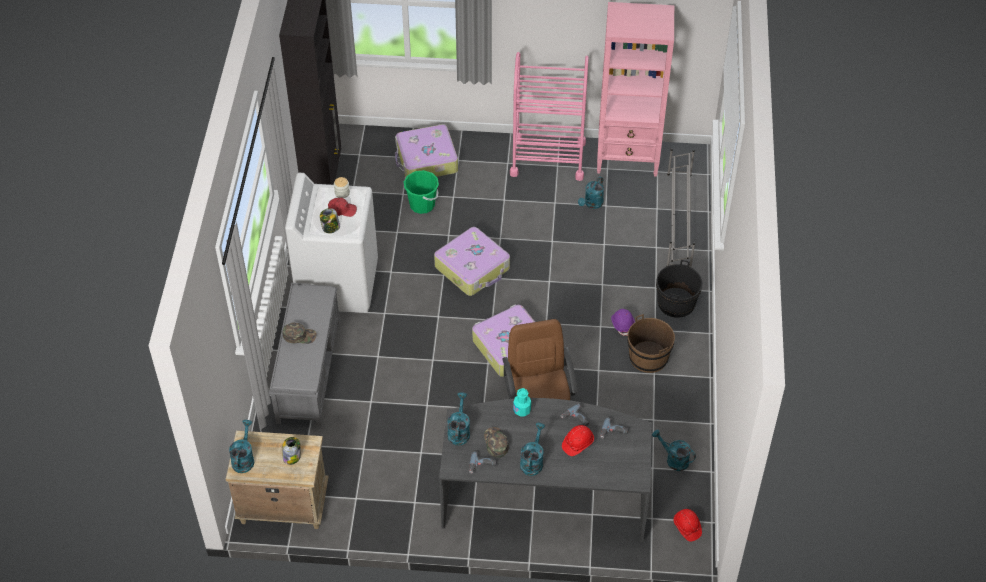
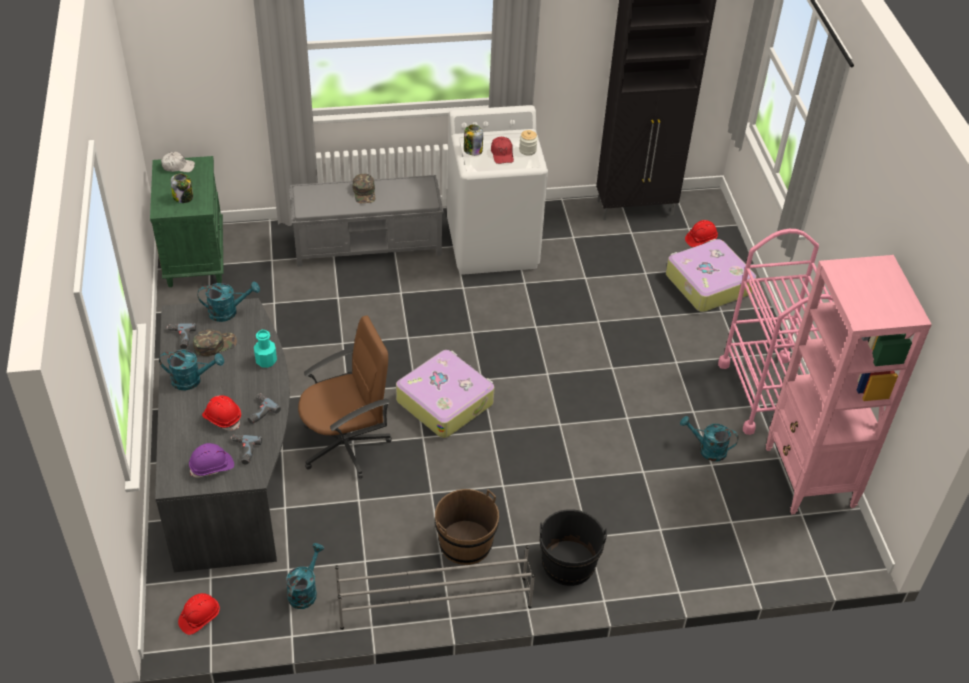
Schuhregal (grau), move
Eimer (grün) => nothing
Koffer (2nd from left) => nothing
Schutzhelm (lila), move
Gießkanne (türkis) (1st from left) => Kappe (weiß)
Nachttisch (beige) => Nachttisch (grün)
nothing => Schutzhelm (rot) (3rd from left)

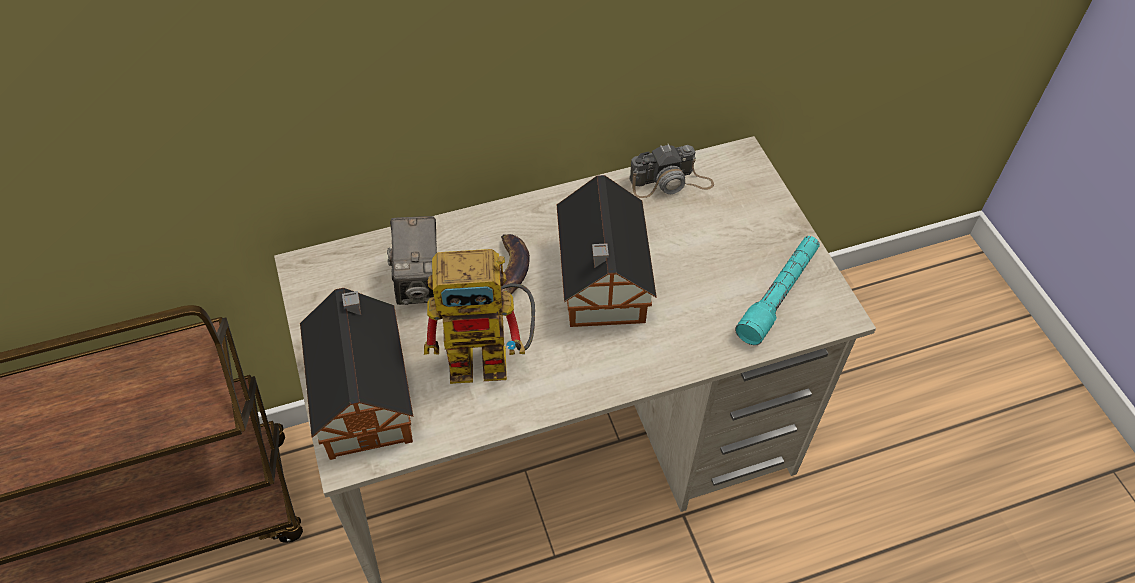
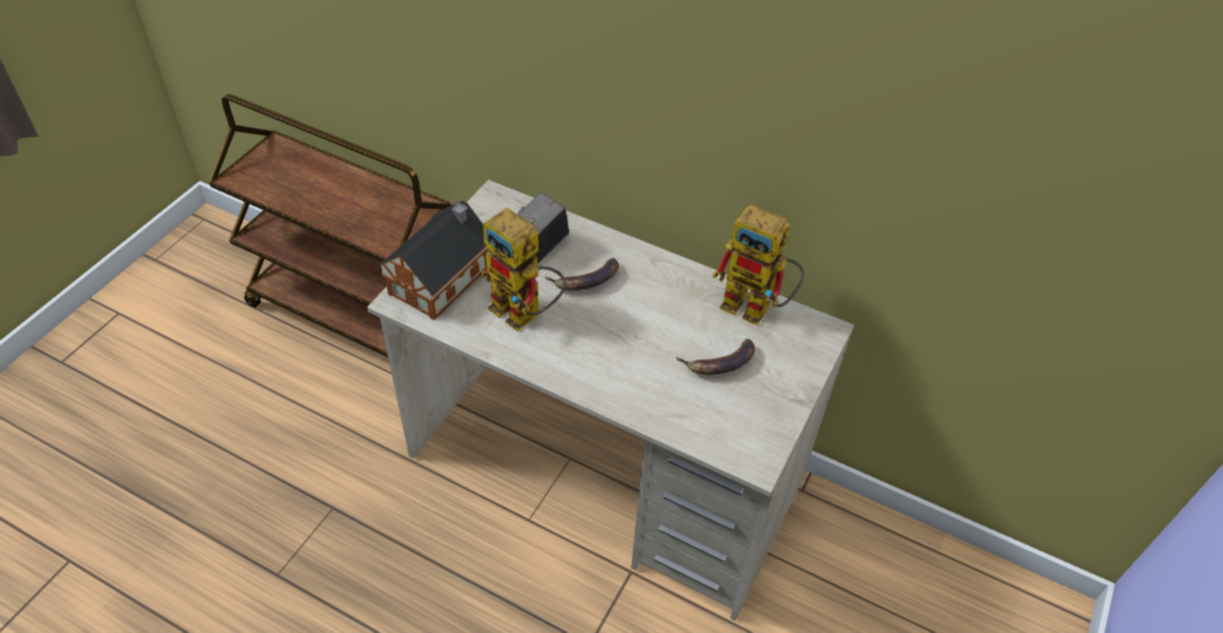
Kamera (2nd from left) => Spielzeugroboter (2nd from left)
Spielzeughaus (2nd from left) => nothing
Taschenlampe (türkis) => nothing
nothing => Banane (2nd from left)

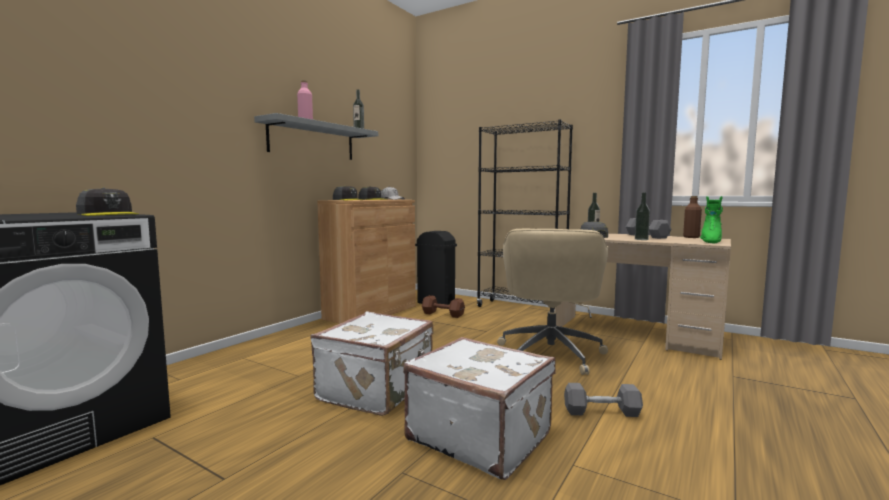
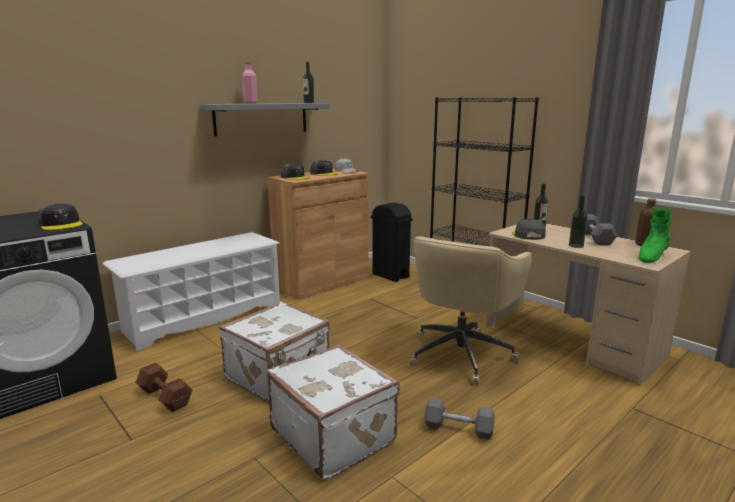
Hantel (braun), move
nothing => Schuhregal (weiß)

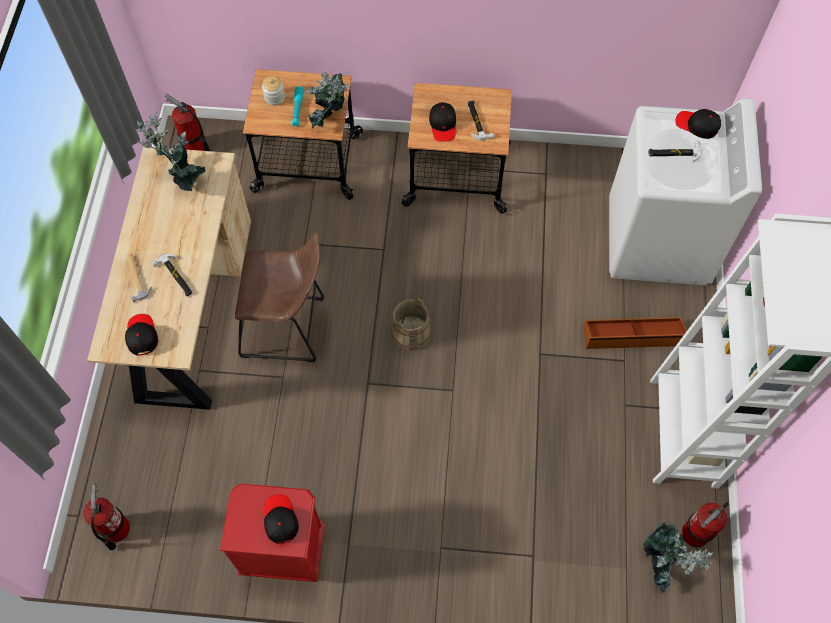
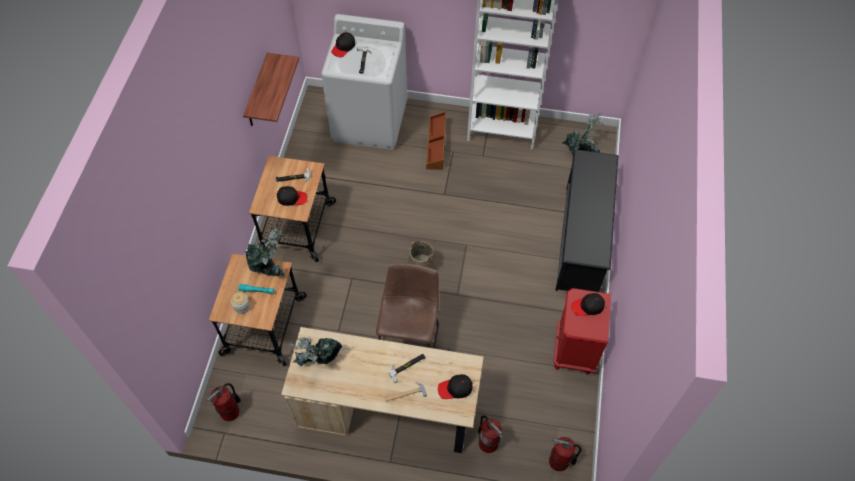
Feuerlöscher (3rd from left in the first image) => Feuerlöscher (2nd from left), move
nothing => Wandregal
nothing => Schuhregal (schwarz)

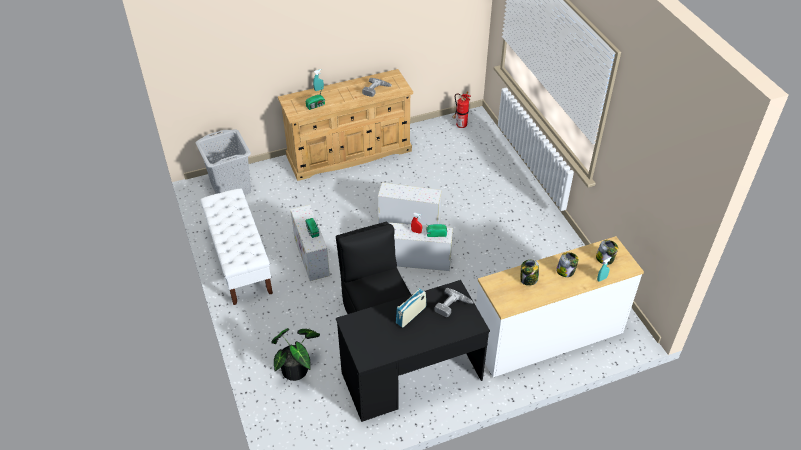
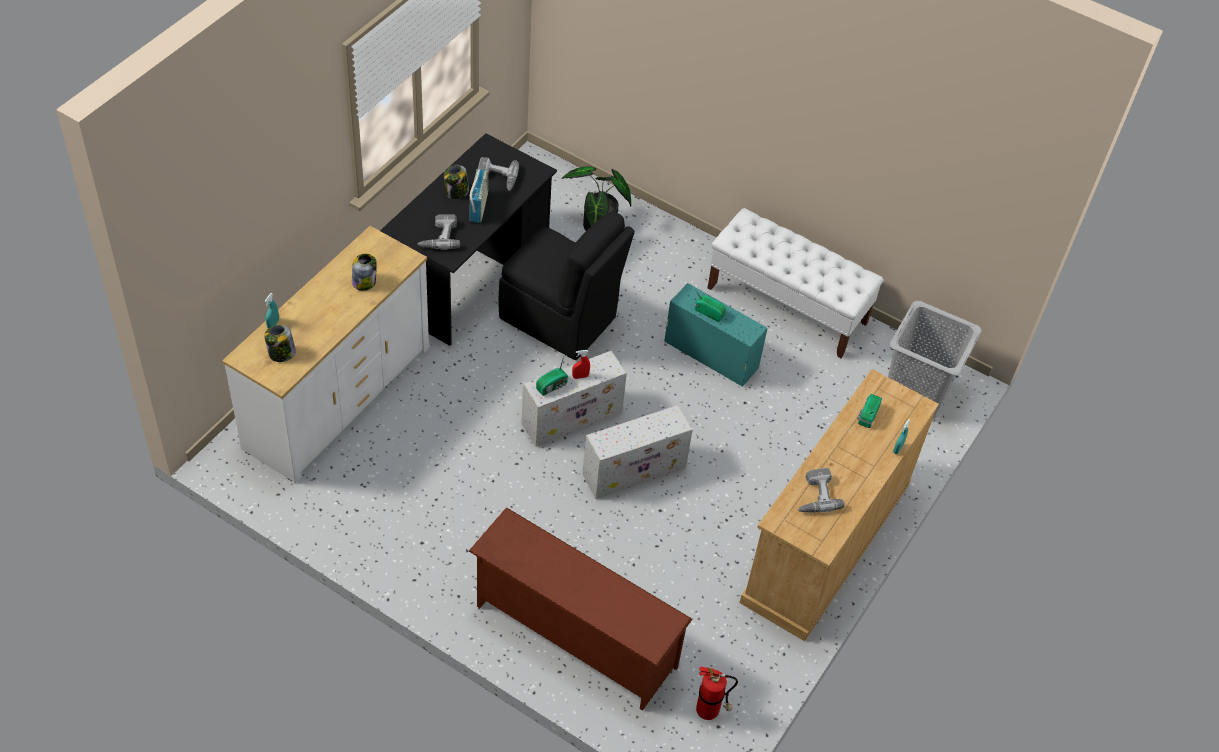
Aufbewahrungsbox (weiß) (1st from left) => Aufbewahrungsbox (türkis)
Vorratsglas (2nd from left in the first image) => Vorratsglas (3rd from left), move
nothing => Bohrmaschine (2nd from left)
nothing => Schuhregal (braun)

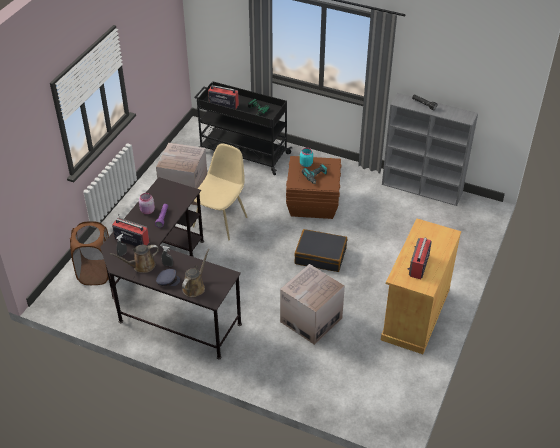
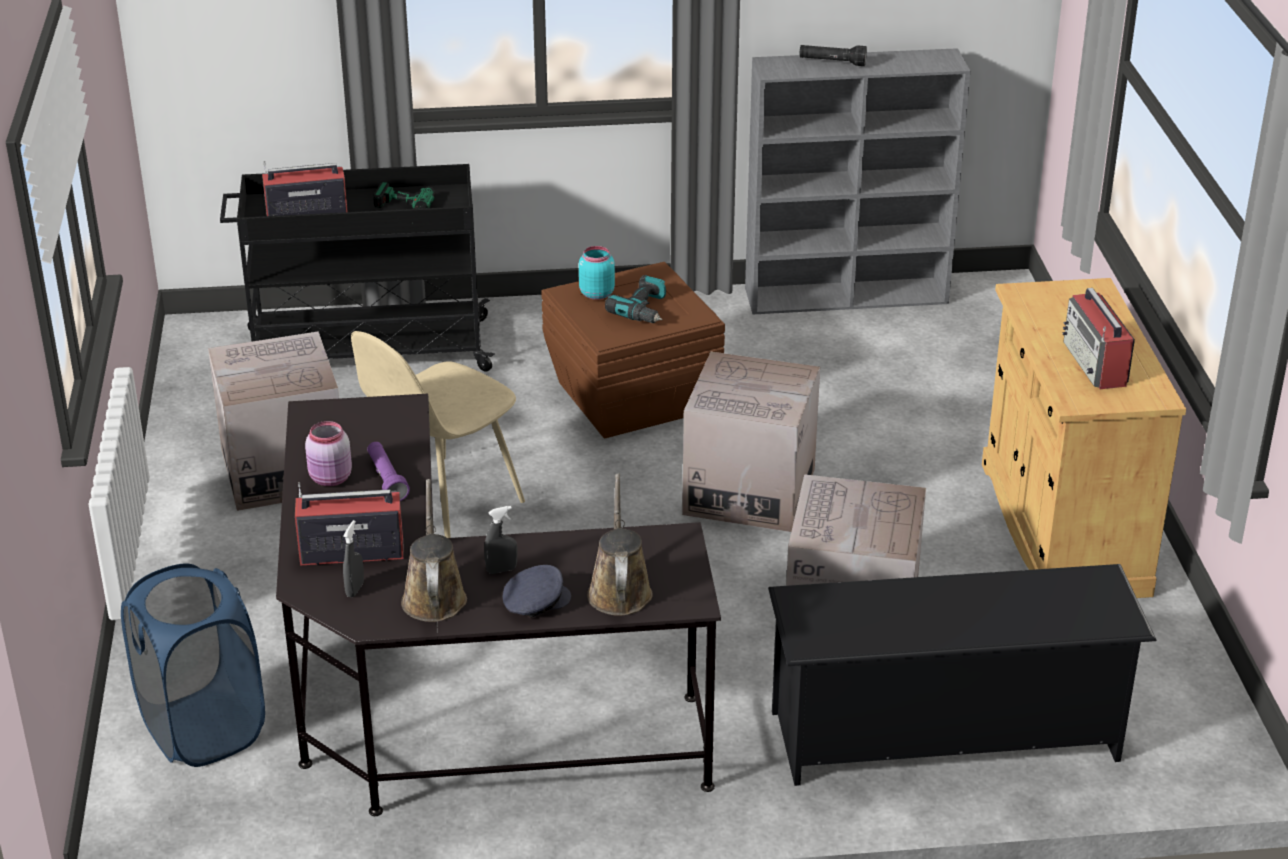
Stuhl (beige), 135 degrees counterclockwise
Wäschekorb (braun) => Wäschekorb (blau)
Koffer (schwarz) => Karton (2nd from left)
Gießkanne (braun) (1st from left), 135 degrees clockwise
nothing => Schuhregal (schwarz)

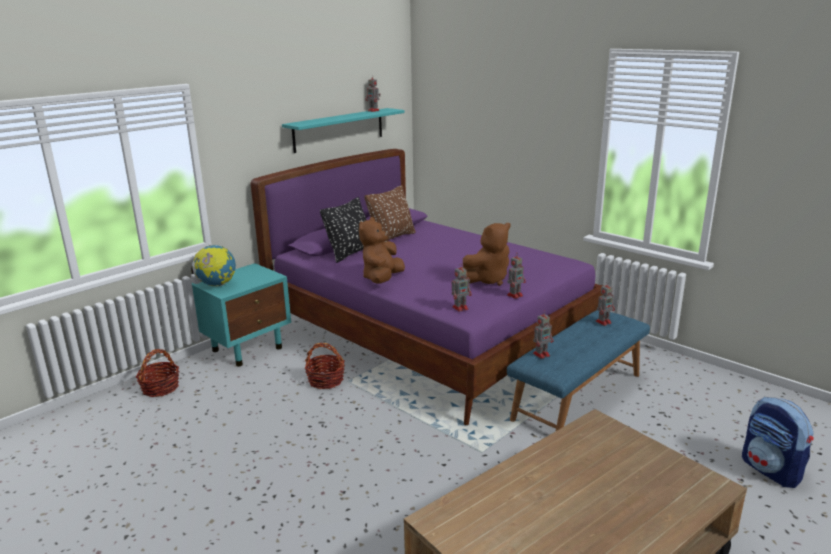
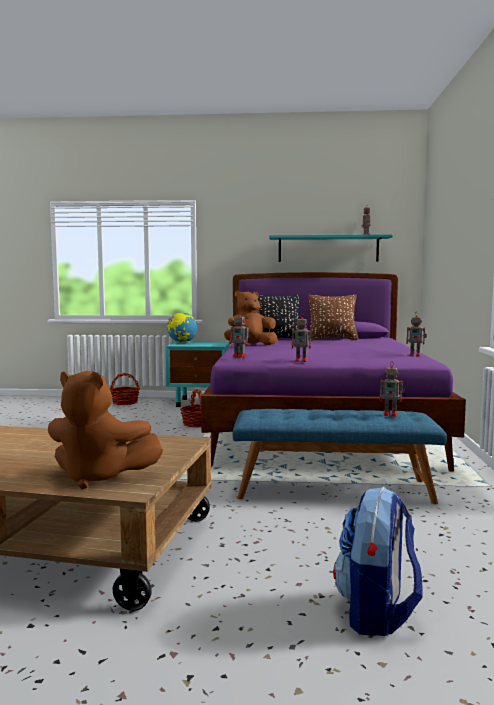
Plüschtier (braun) (2nd from left in the first image) => Plüschtier (braun) (1st from left), move
Spielzeugroboter (4th from left in the first image) => Spielzeugroboter (5th from left), move

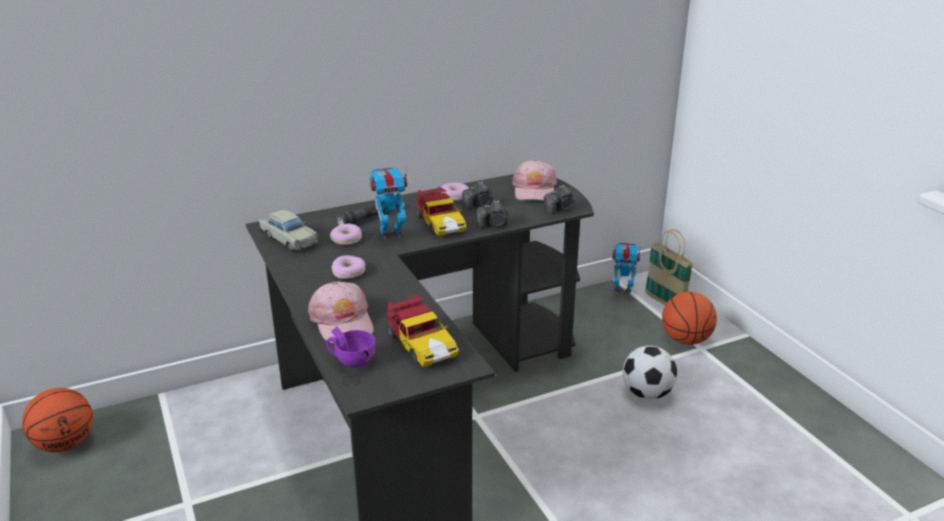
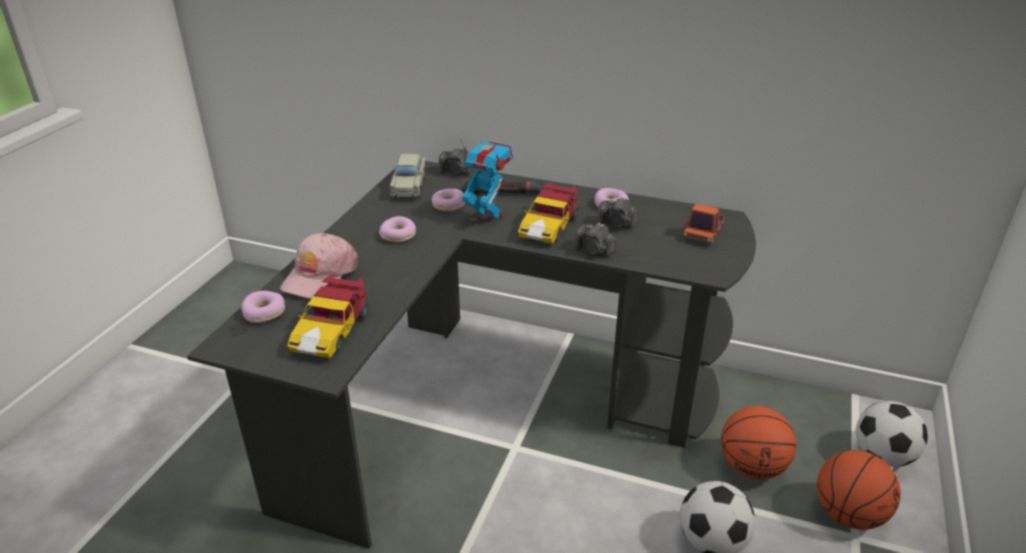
Kappe (rosa) (2nd from left) => Spielzeuglaster
Kamera (3rd from left in the first image) => Kamera (1st from left), move
Korb => Fußball (2nd from left)
Spielzeugroboter (2nd from left) => nothing
Tasse (lila) => Donut (1st from left)
Basketball (1st from left), move

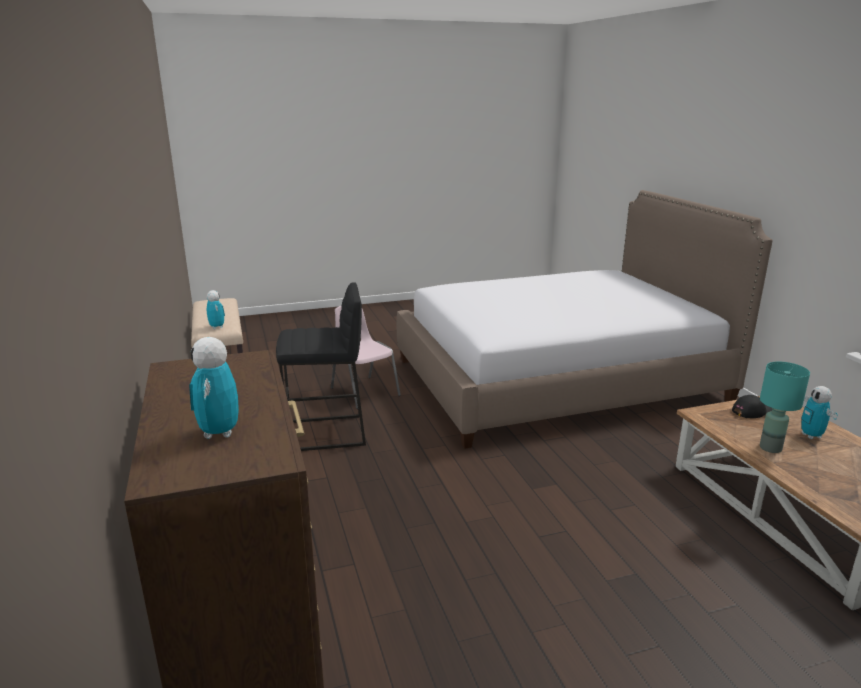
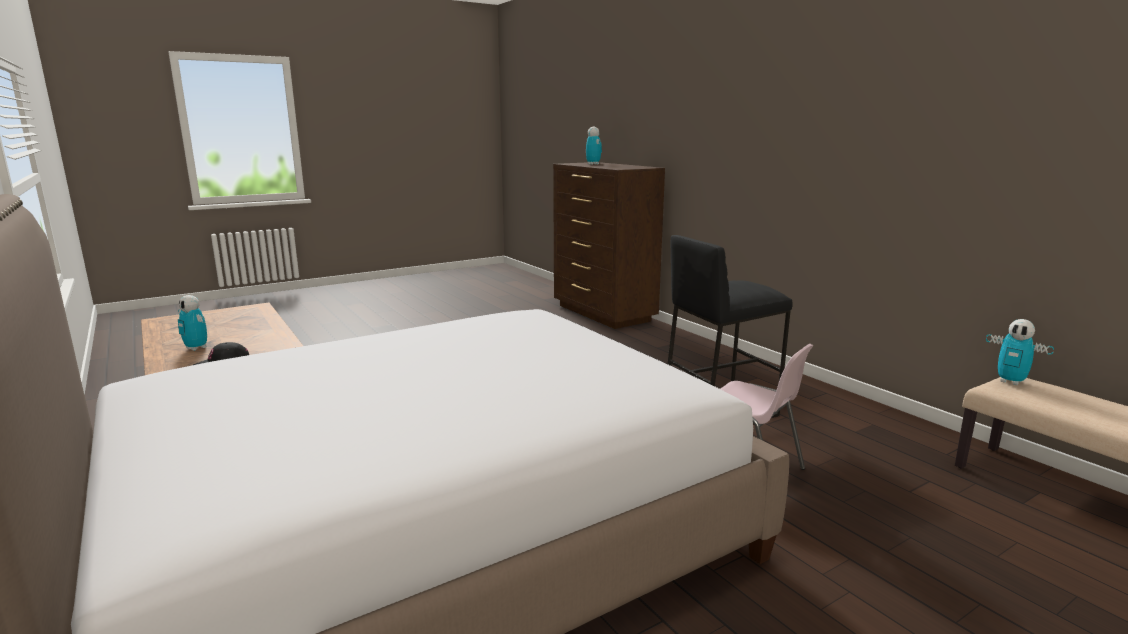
Tischlampe (türkis) => nothing
Spielzeugroboter (3rd from left in the first image) => Spielzeugroboter (1st from left), 150 degrees clockwise

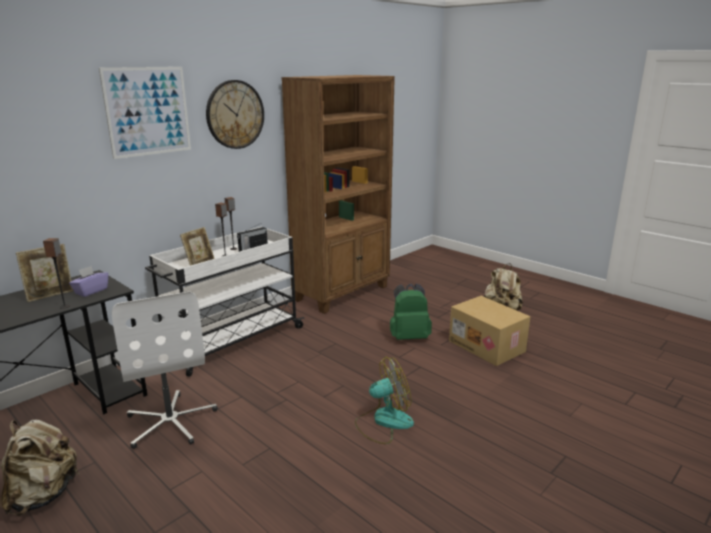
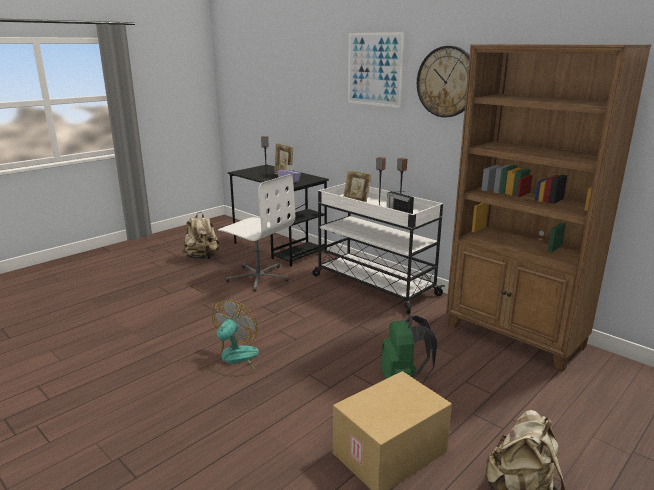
Bürostuhl (weiß), 120 degrees counterclockwise
Ventilator, 135 degrees counterclockwise

